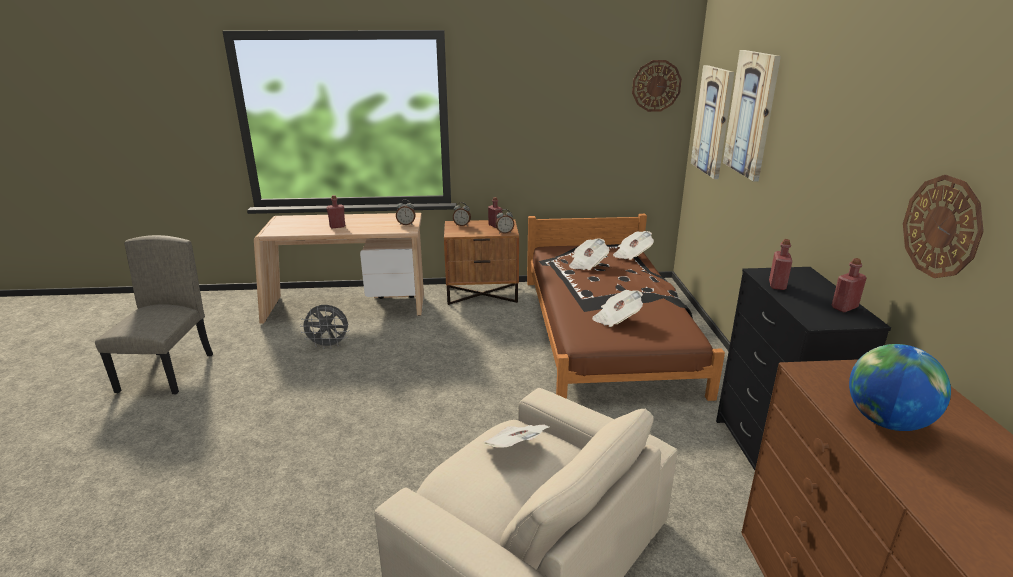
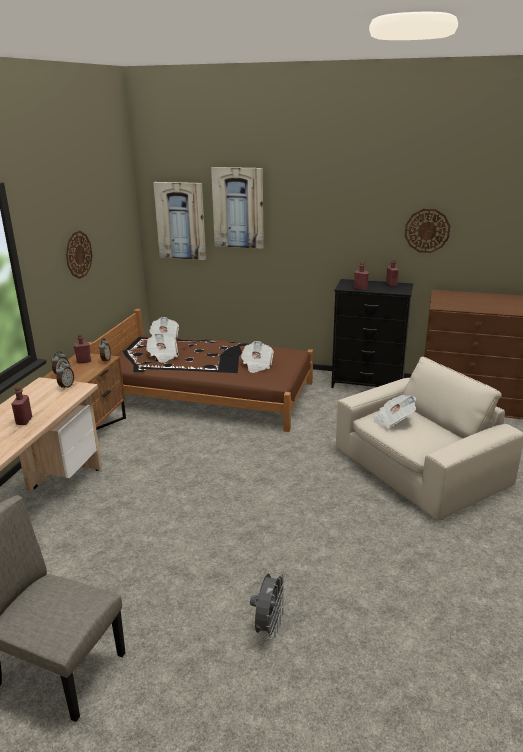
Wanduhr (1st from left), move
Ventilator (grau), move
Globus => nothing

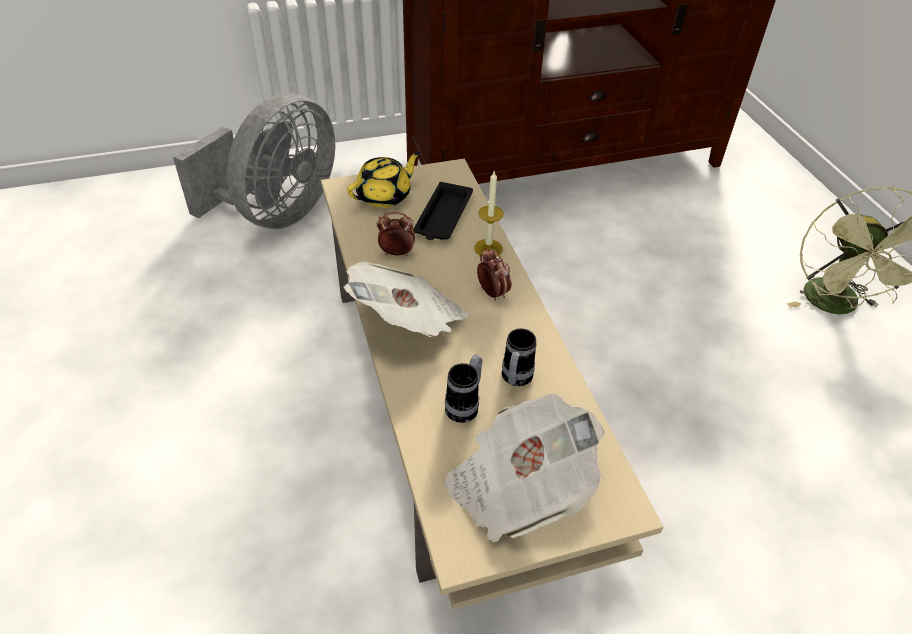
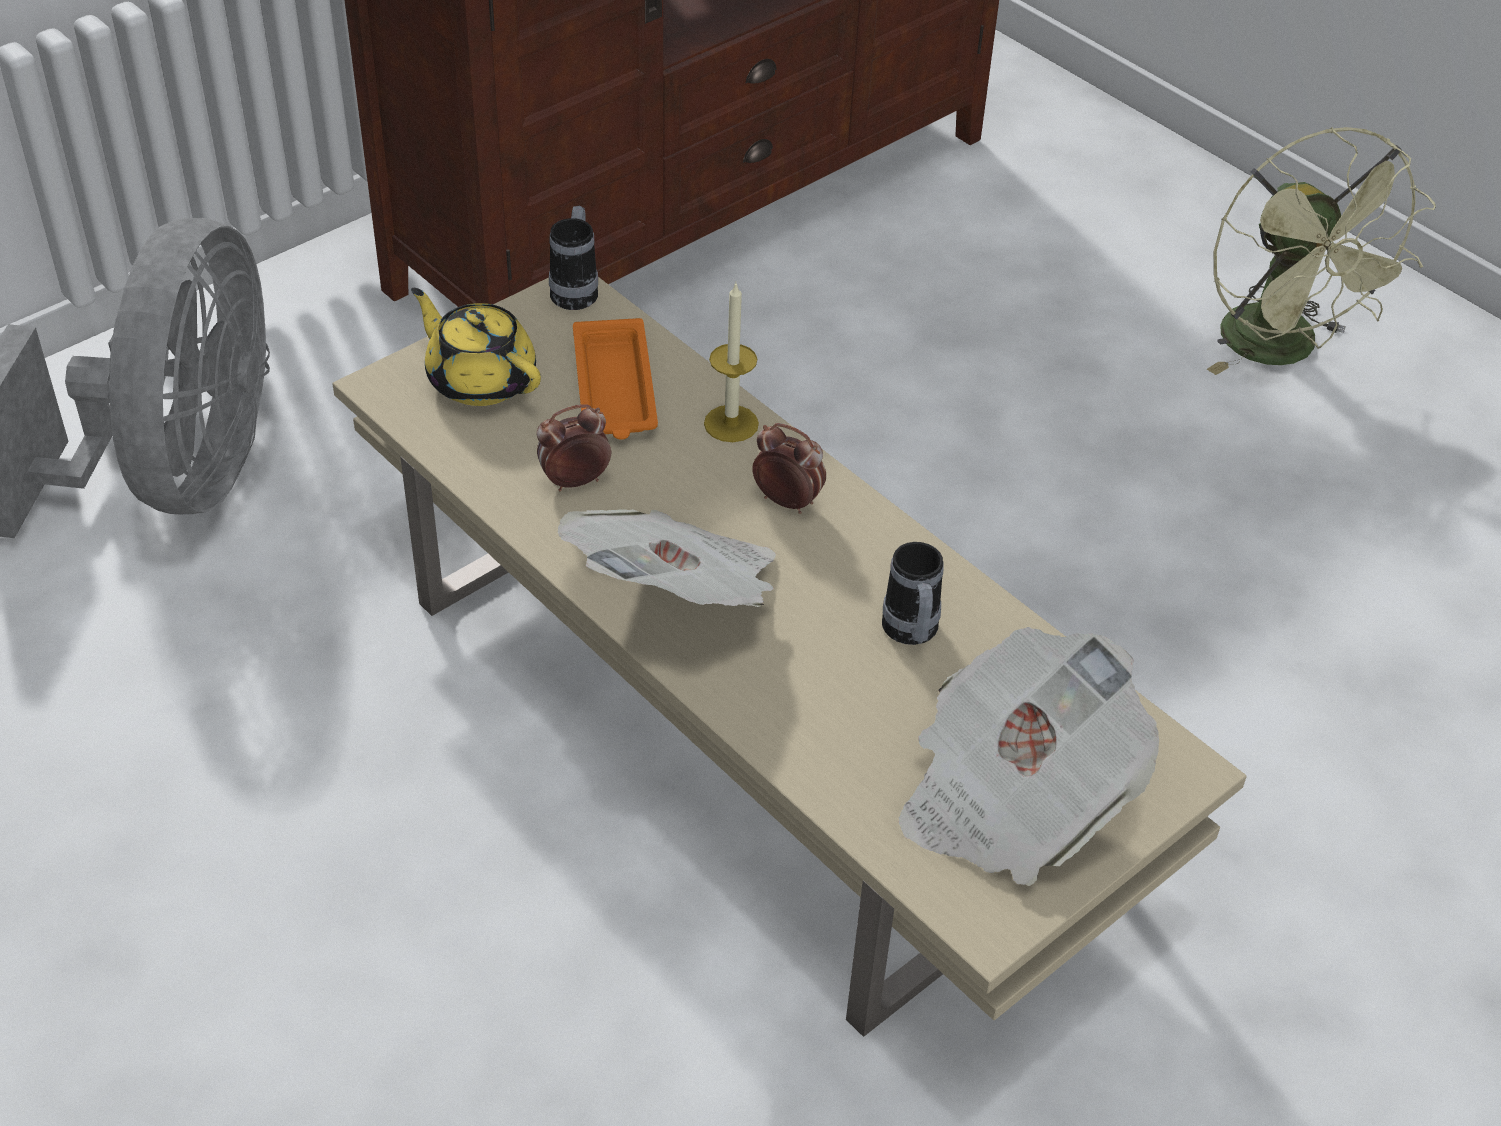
Teekanne (gelb), 75 degrees counterclockwise
Tablett (schwarz) => Tablett (orange)
Henkelbecher (1st from left), move

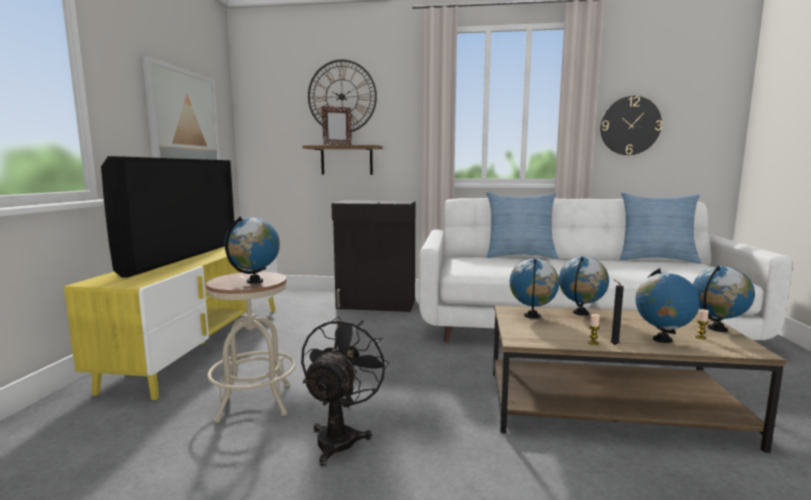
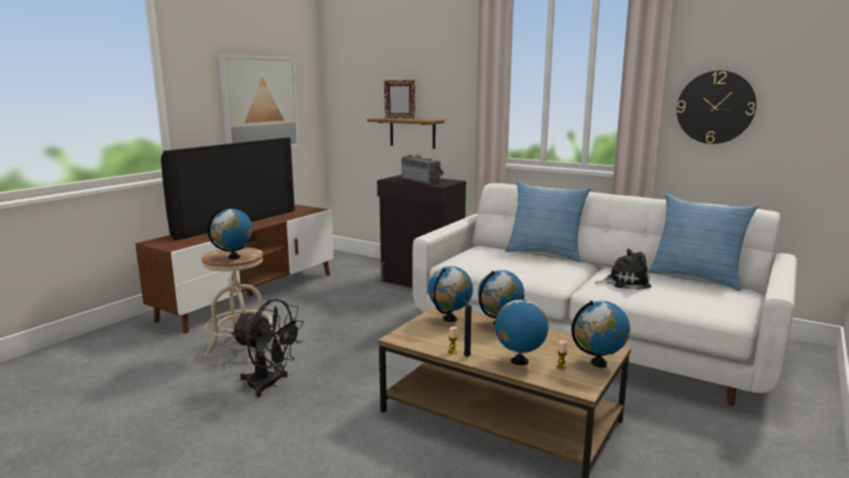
Wanduhr (1st from left) => nothing
Fernsehschrank (gelb) => Fernsehschrank (braun)
Ventilator (schwarz), 75 degrees clockwise
nothing => Radio
nothing => Plüschtier

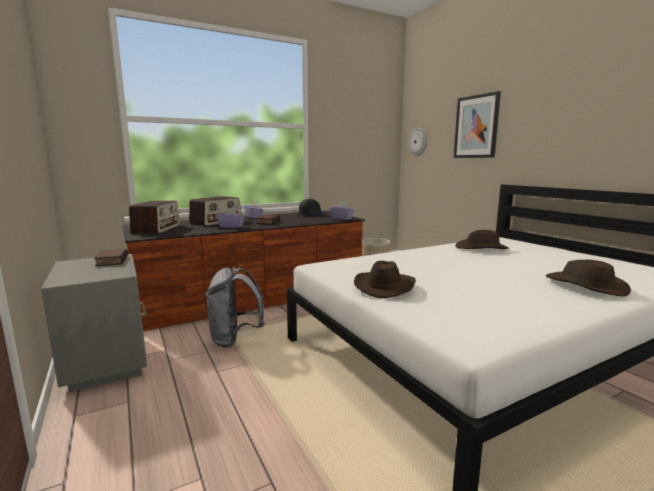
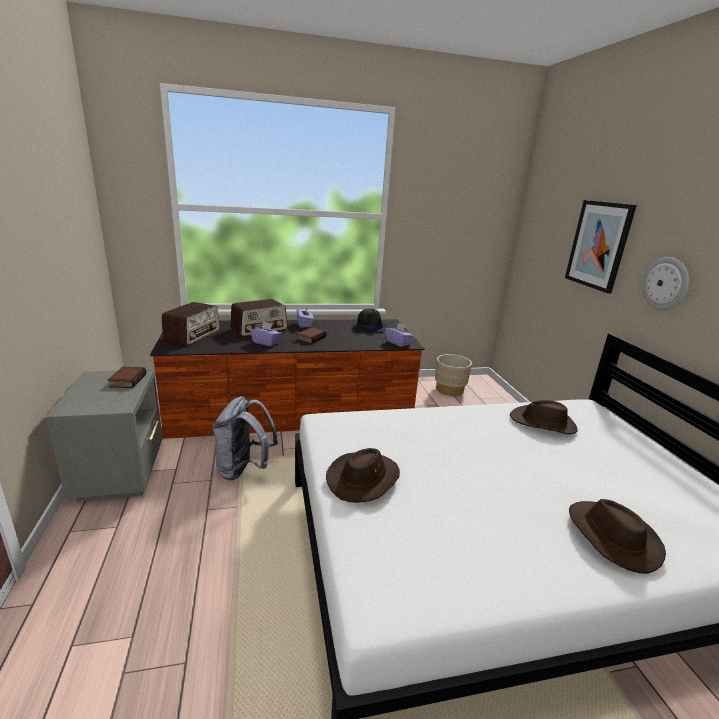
Wanduhr, move

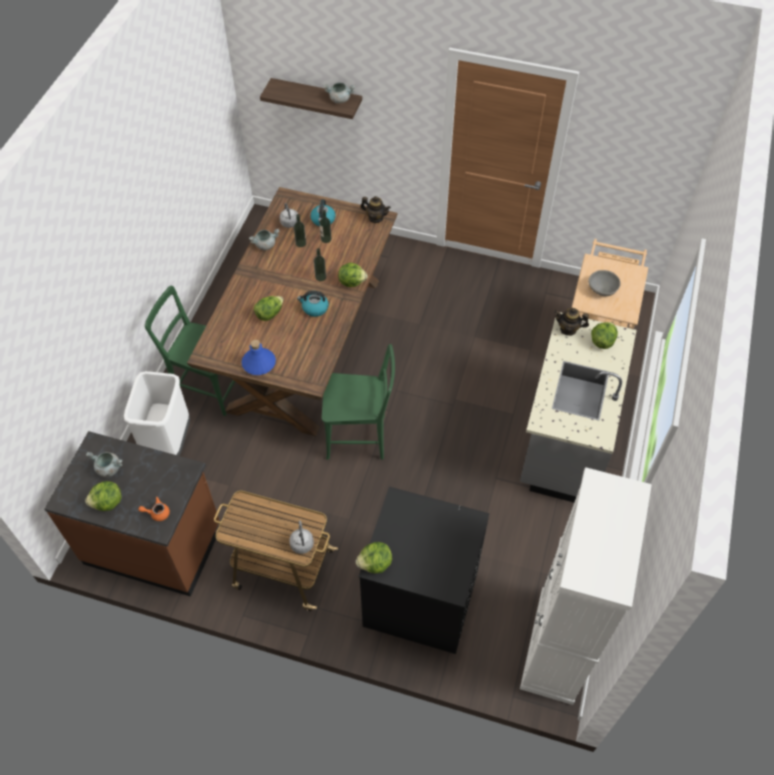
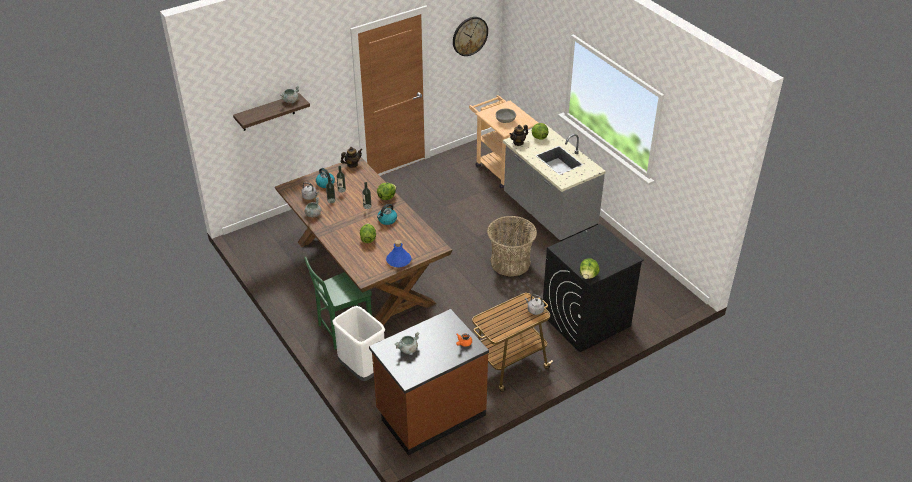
Stuhl (grün) (2nd from left) => nothing
Schrank (weiß) => nothing
Salatkopf (1st from left) => nothing
nothing => Wanduhr
nothing => Korb

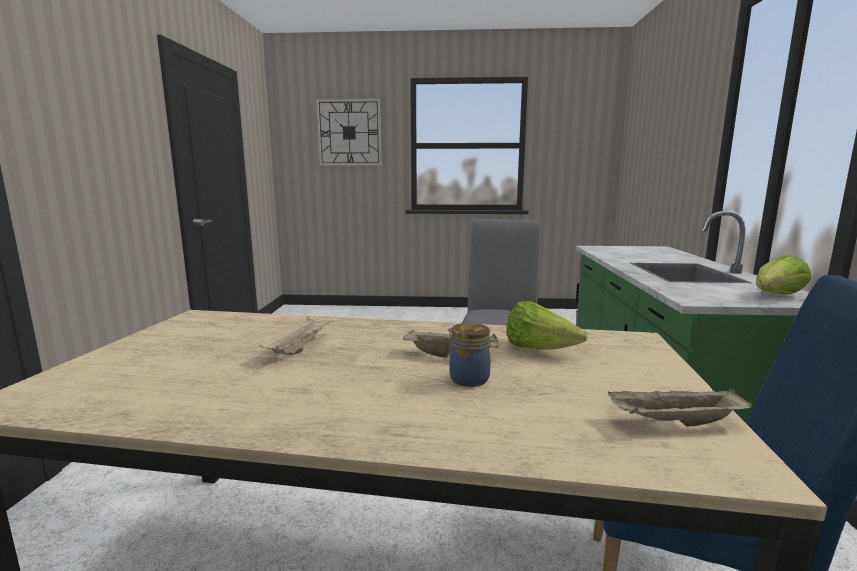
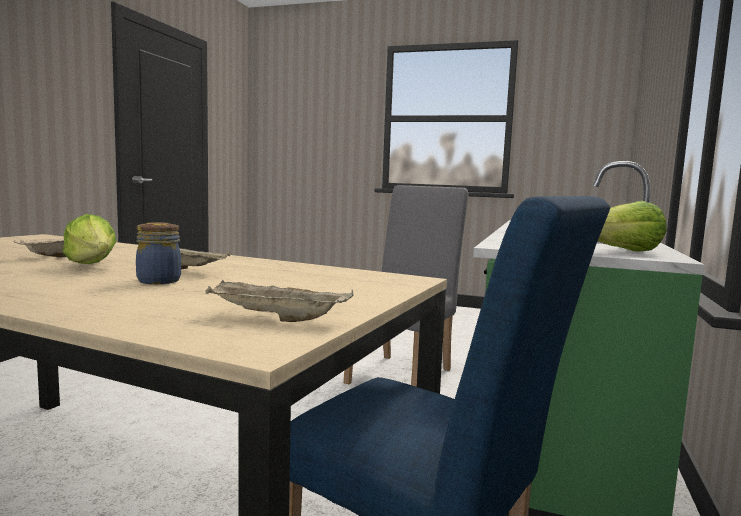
Wanduhr => nothing
Salatkopf (1st from left), move

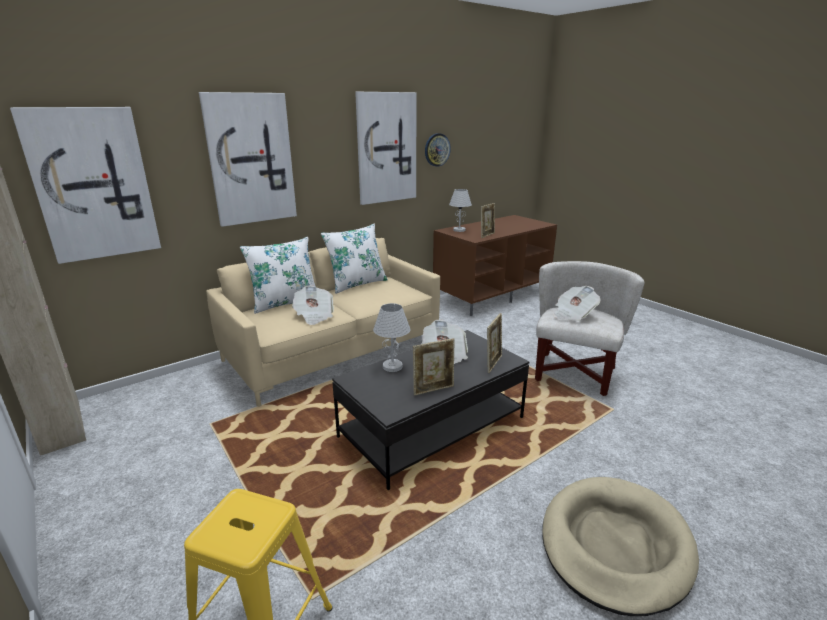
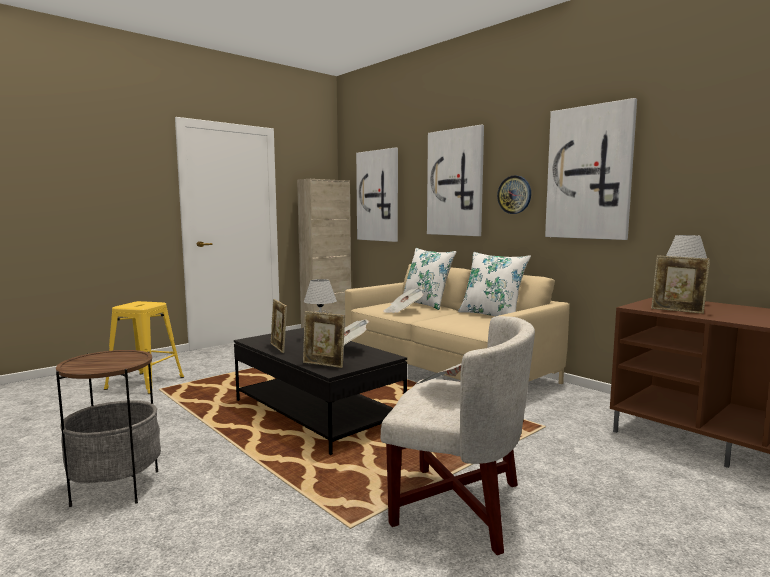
Wanduhr, move
Hundebett (beige) => Beistelltisch

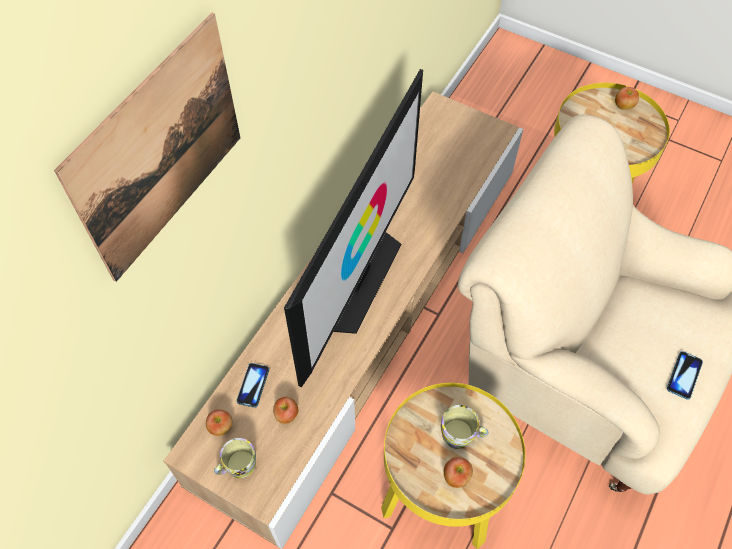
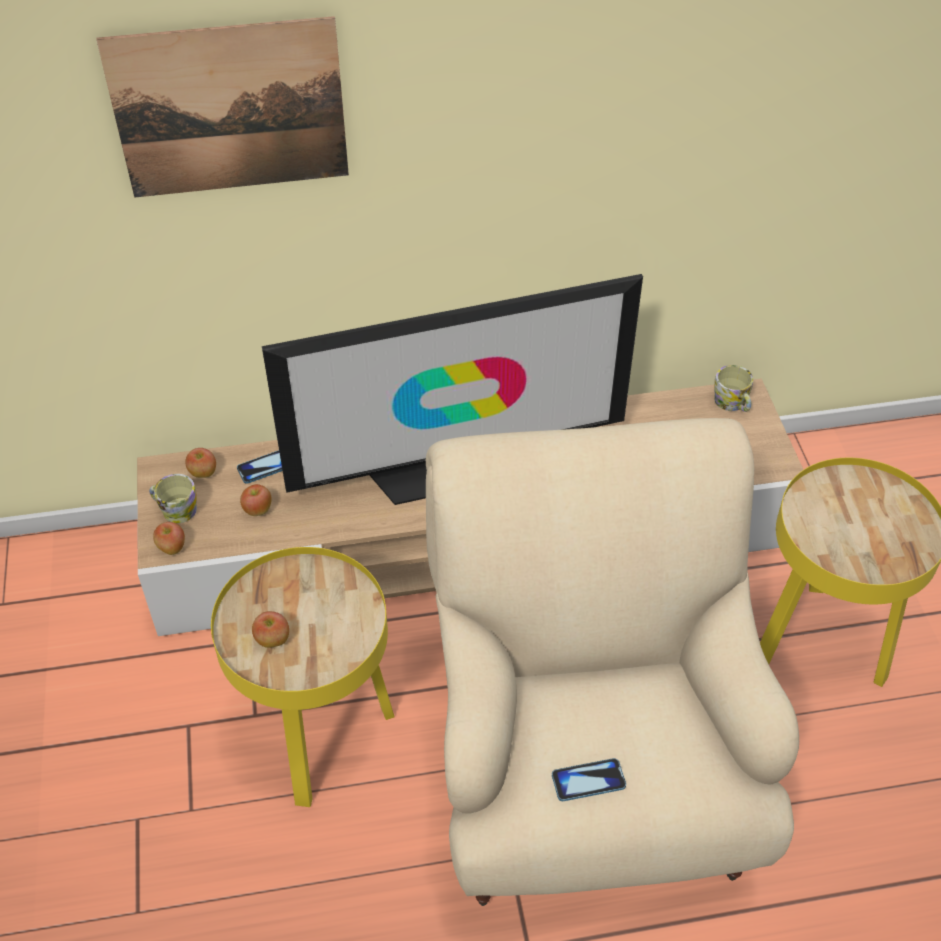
Apfel (4th from left in the first image) => Apfel (1st from left), move
Henkelbecher (2nd from left), move

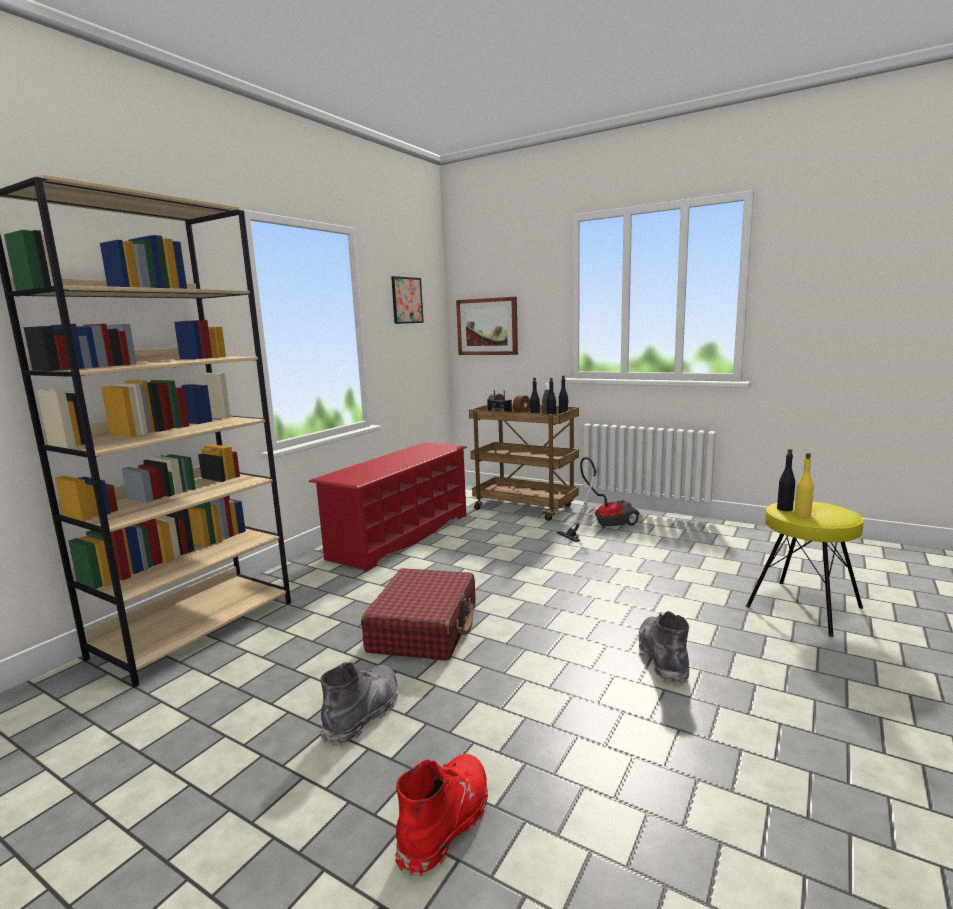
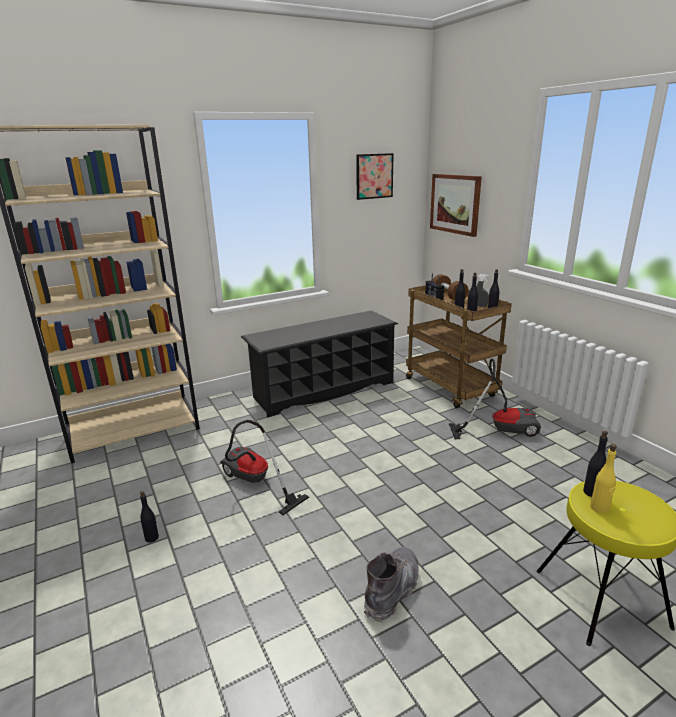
Schuhregal (rot) => Schuhregal (schwarz)
Koffer (rot) => Staubsauger (1st from left)
Stiefel (grau) (1st from left) => Flasche (schwarz) (1st from left)
Stiefel (rot) => nothing

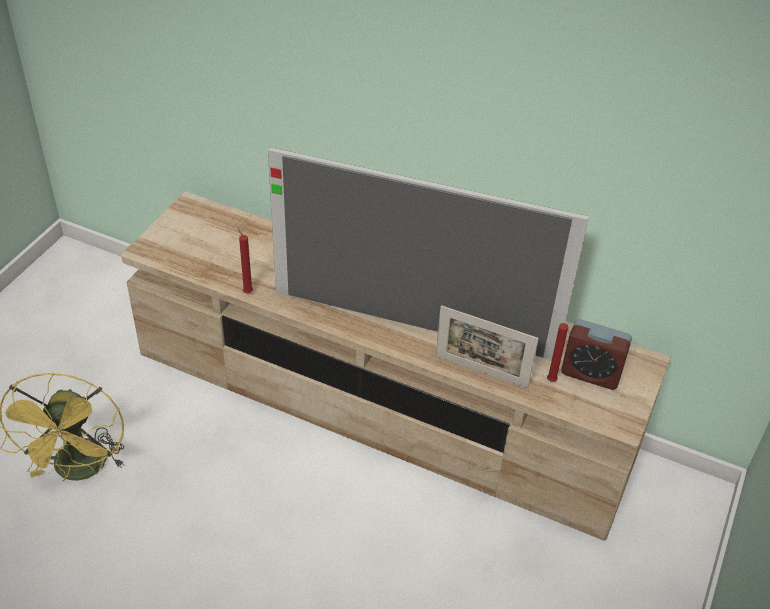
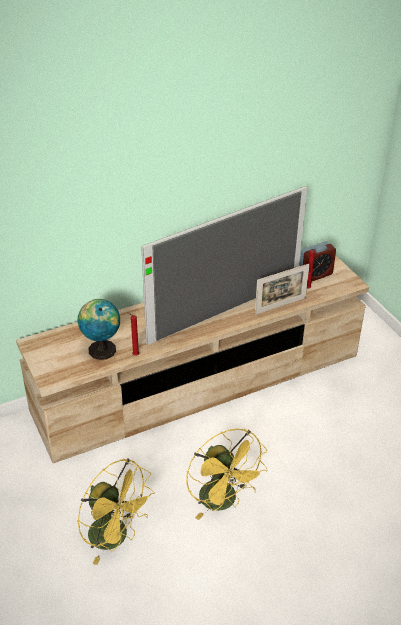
nothing => Globus
nothing => Ventilator (gelb) (2nd from left)

